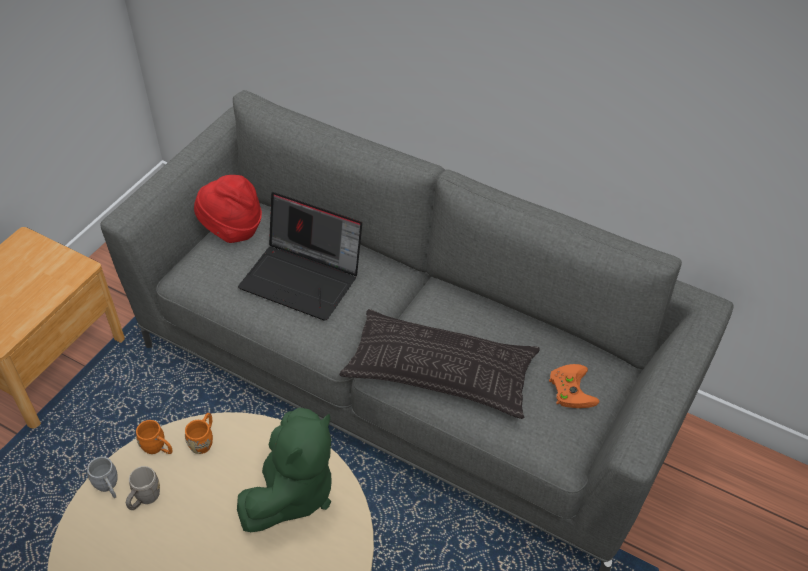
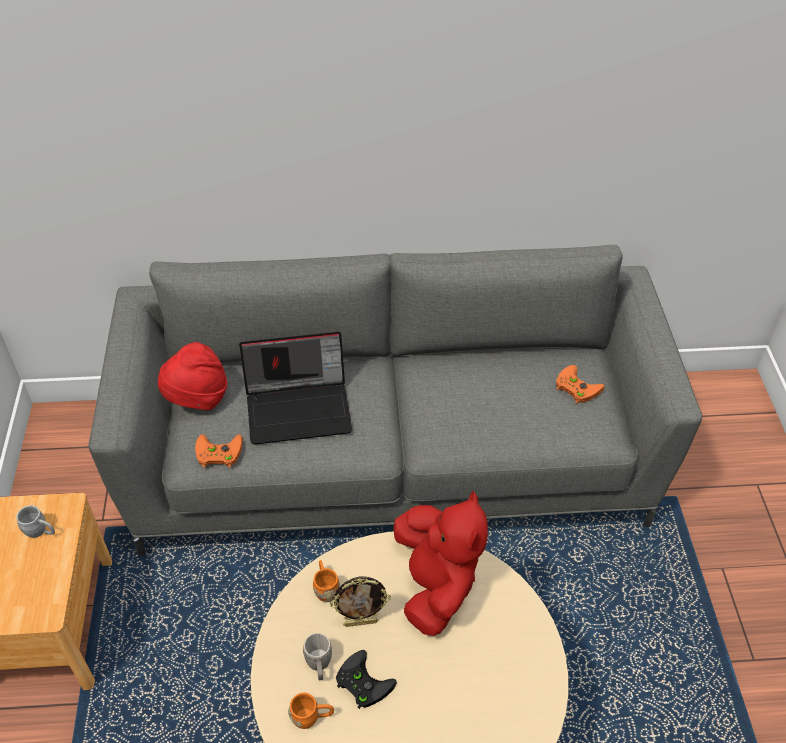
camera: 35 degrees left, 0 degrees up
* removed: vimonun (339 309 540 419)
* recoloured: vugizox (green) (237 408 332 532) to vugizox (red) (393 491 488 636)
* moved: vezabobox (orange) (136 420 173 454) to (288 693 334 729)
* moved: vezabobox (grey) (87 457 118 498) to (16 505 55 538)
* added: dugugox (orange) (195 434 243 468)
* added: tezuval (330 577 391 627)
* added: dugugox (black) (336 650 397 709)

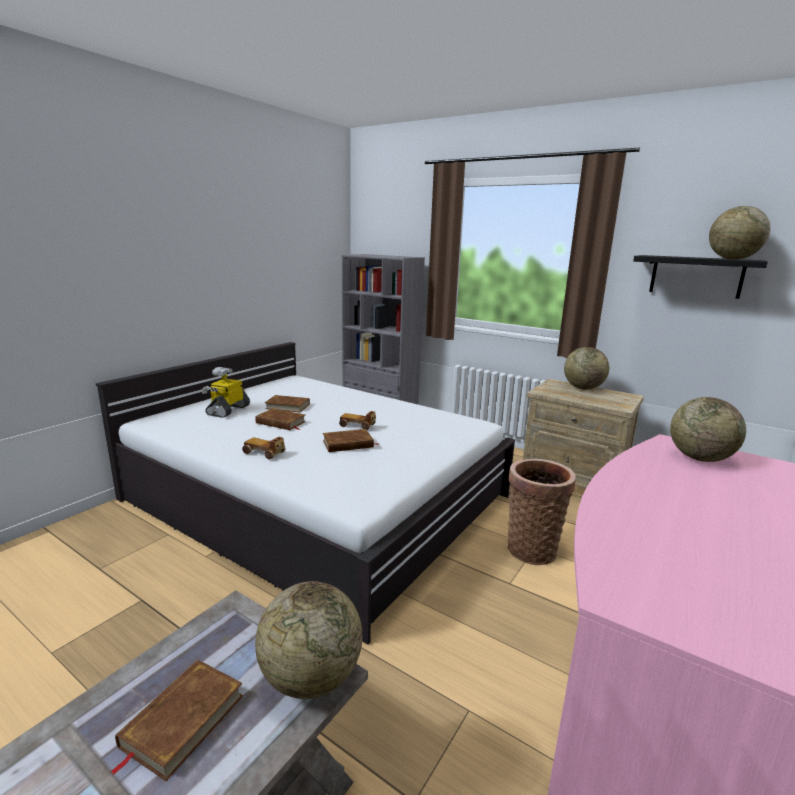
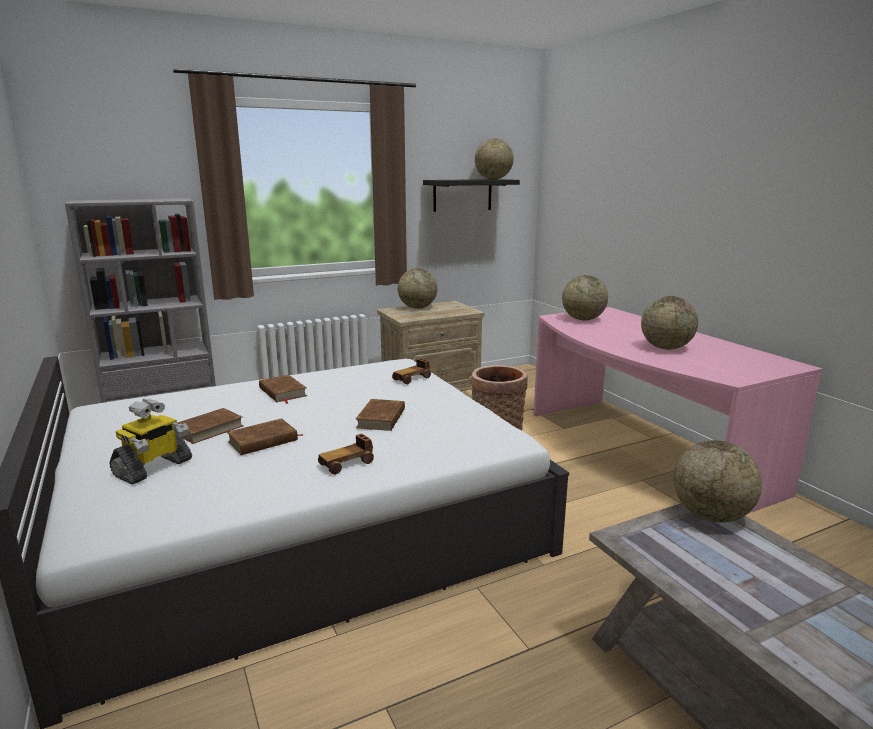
camera: 60 degrees left, 0 degrees up
* turned: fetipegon (201 367 250 418) = (109 399 192 485) 105 degrees counterclockwise
* moved: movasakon (339 411 376 430) to (392 358 431 385)
* moved: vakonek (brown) (110 660 243 781) to (259 375 307 404)
* added: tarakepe (641 296 698 350)

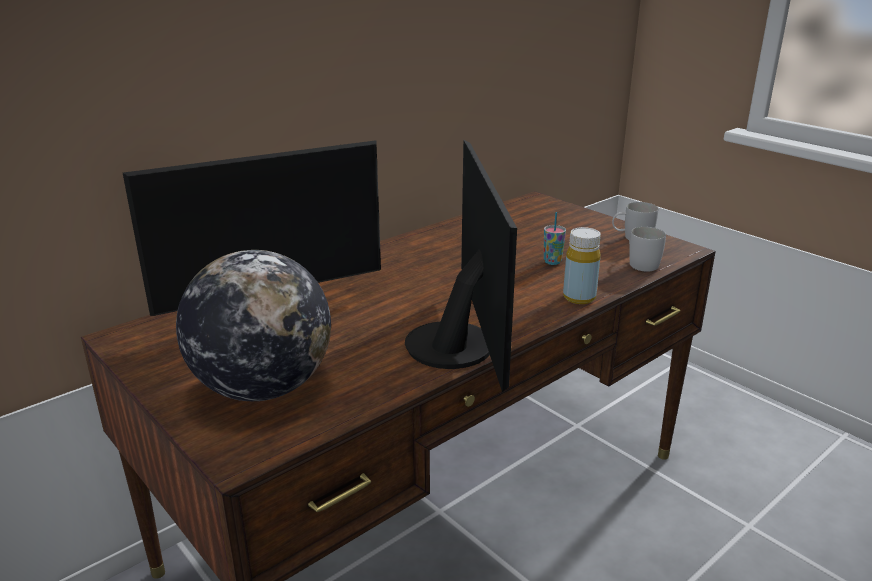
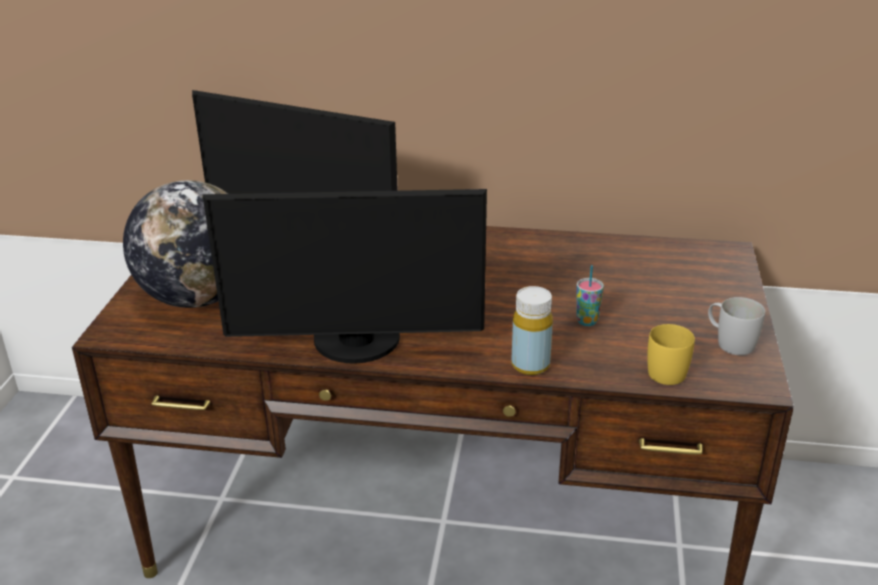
camera: 50 degrees right, 5 degrees up
* turned: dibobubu (405 140 517 392) = (202 189 487 364) 45 degrees clockwise
* recoloured: vezabobox (white) (629 227 666 272) to vezabobox (yellow) (647 324 695 385)

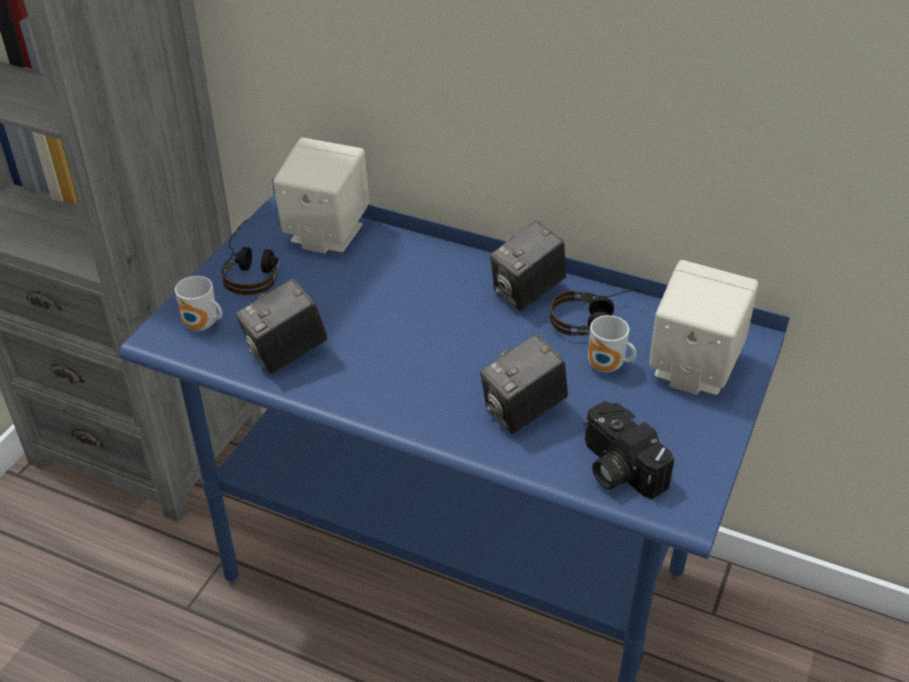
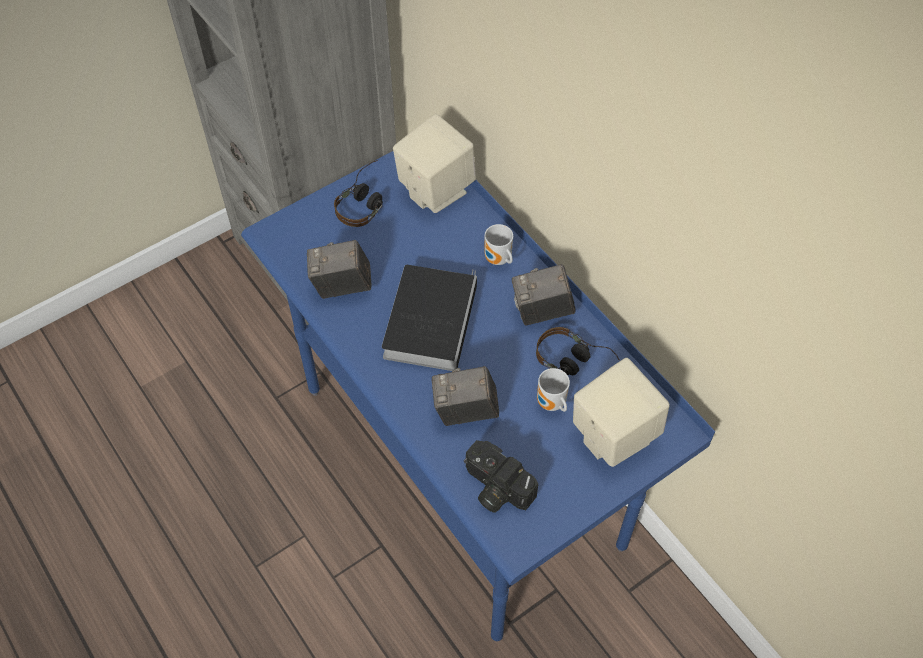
camera: 30 degrees right, 15 degrees up
* moved: vezabobox (175 276 222 331) to (485 224 513 265)
* turned: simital (583 401 674 499) = (464 440 538 513) 45 degrees counterclockwise
* added: vakonek (382 265 477 371)

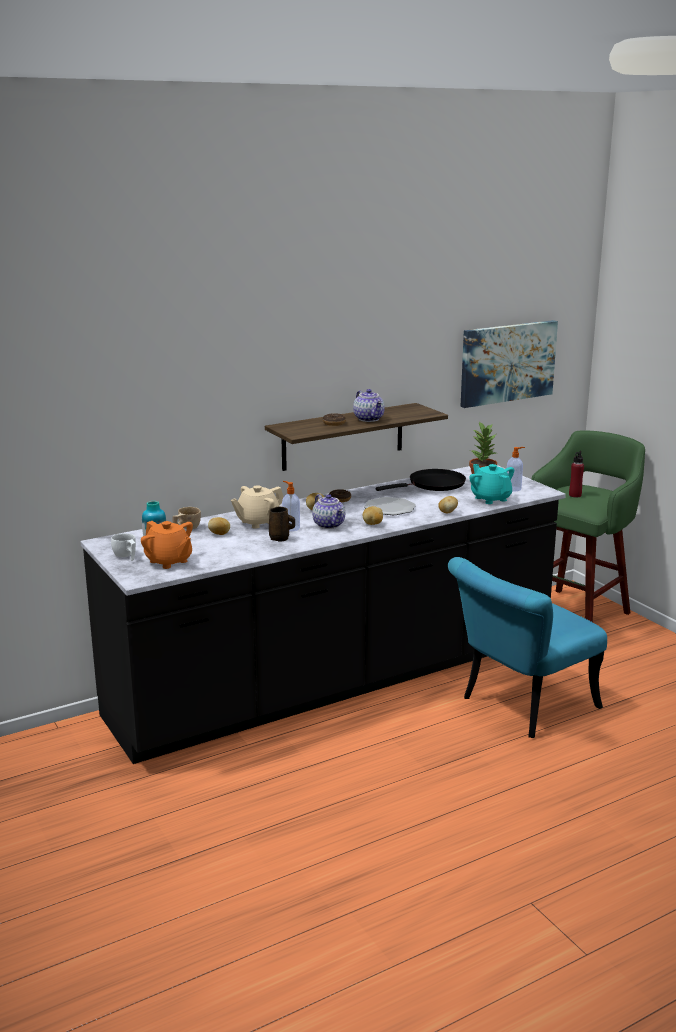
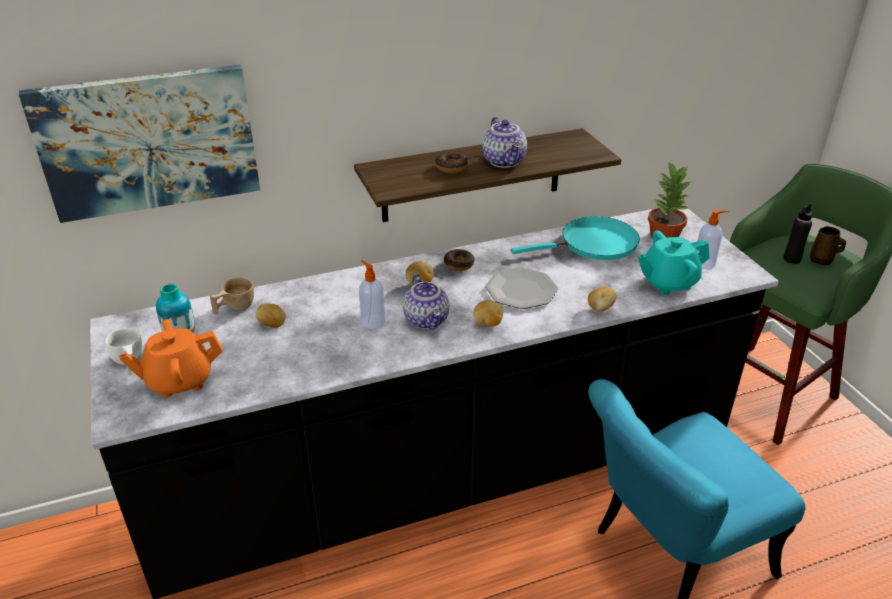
camera: 10 degrees right, 15 degrees up
* moved: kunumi (460 320 558 408) to (19 65 260 223)
* recoloured: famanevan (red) (569 451 584 497) to famanevan (black) (783 203 812 264)
* turned: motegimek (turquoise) (469 464 514 504) = (638 230 709 295) 90 degrees counterclockwise
* recoloured: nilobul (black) (376 469 466 491) to nilobul (turquoise) (511 216 640 260)
* removed: motegimek (beige) (231 485 284 529)
* moved: vezabobox (brown) (269 507 295 542) to (810 226 846 266)
* turned: motegimek (orange) (141 521 193 569) = (119 319 223 398) 105 degrees clockwise

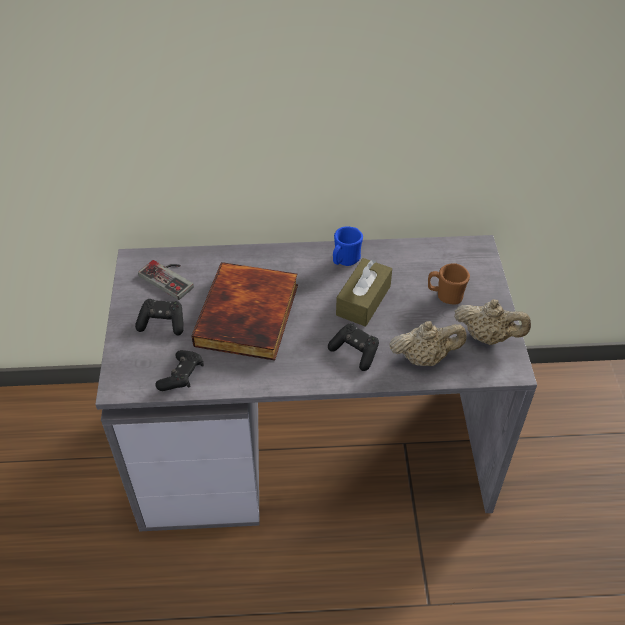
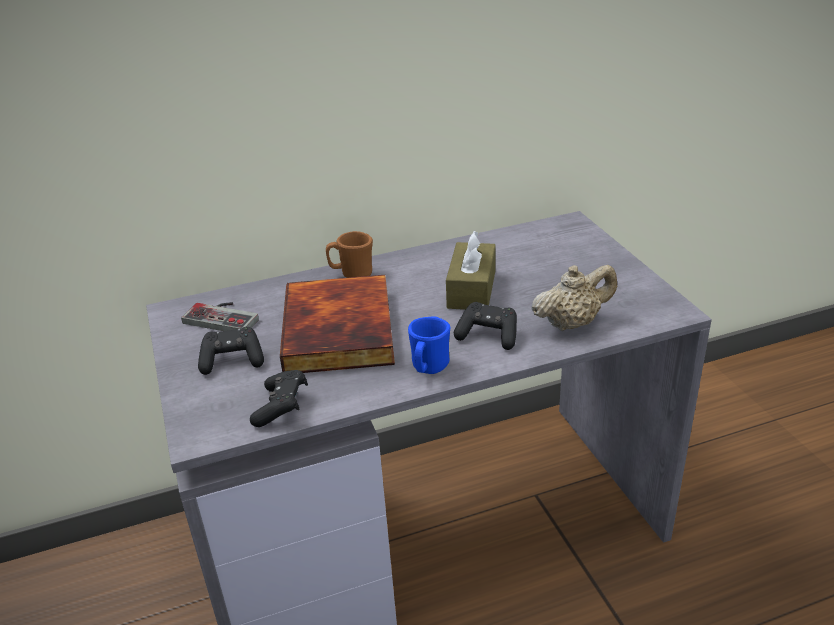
camera: 15 degrees left, 15 degrees down
* moved: vezabobox (blue) (333 227 363 266) to (408 316 451 374)
* moved: vezabobox (brown) (428 263 470 305) to (326 231 373 278)
* removed: motegimek (beige) (455 299 531 345)

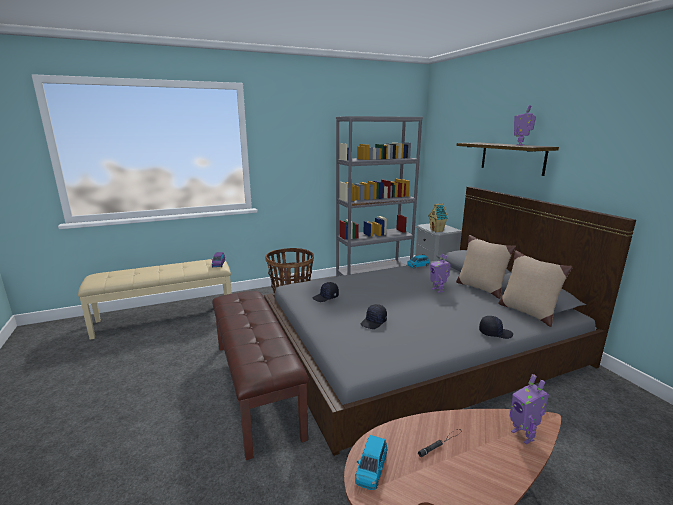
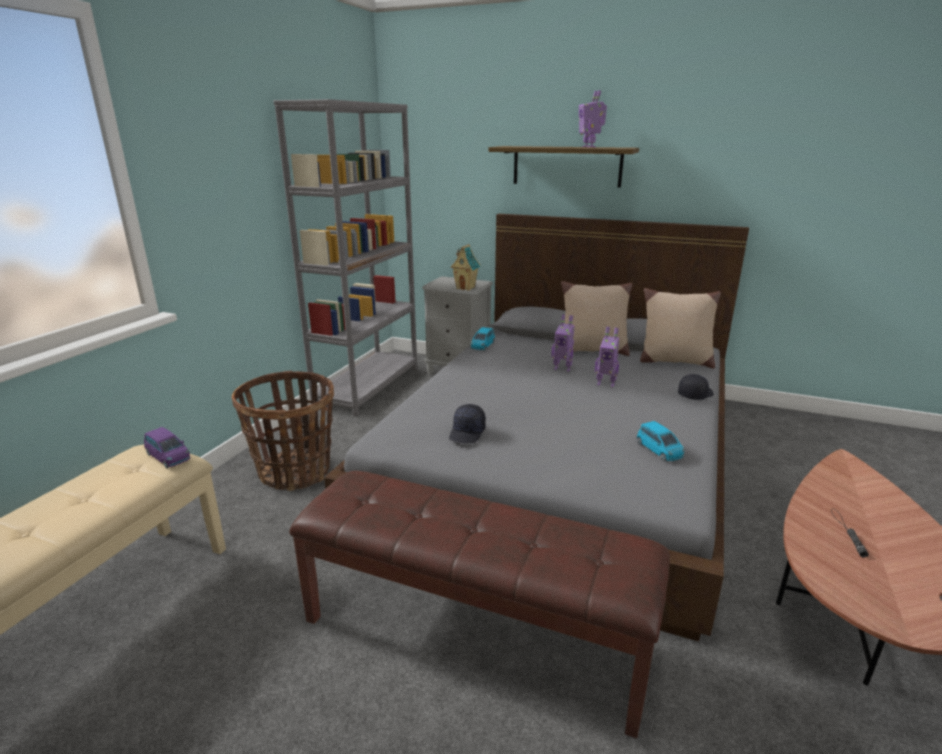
camera: 45 degrees left, 5 degrees up
* removed: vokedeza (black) (361 304 387 329)
* moved: fetipegon (510 374 549 444) to (595 327 619 387)
* moved: movasakon (blue) (355 435 387 490) to (637 421 685 461)

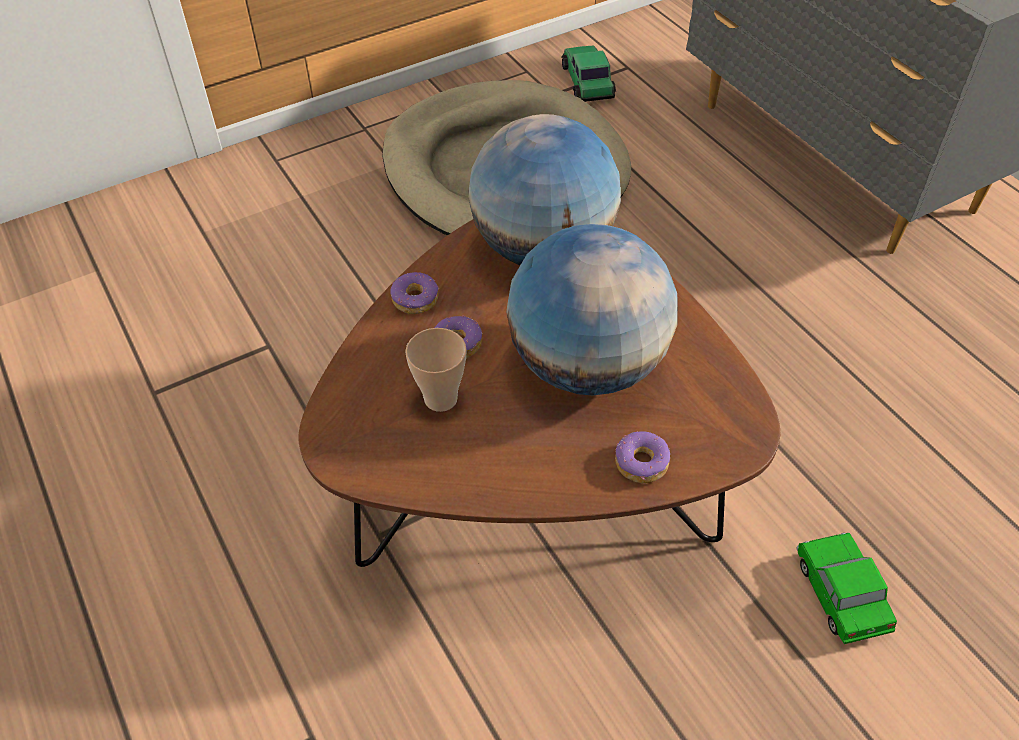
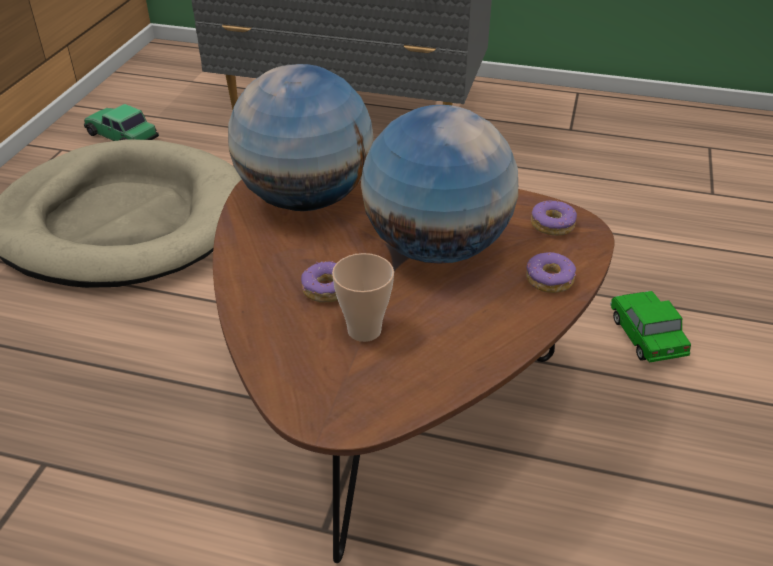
camera: 45 degrees left, 10 degrees down
* moved: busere (390 272 439 314) to (531 201 577 236)
* turned: movasakon (796 533 897 644) = (610 291 691 363) 45 degrees clockwise

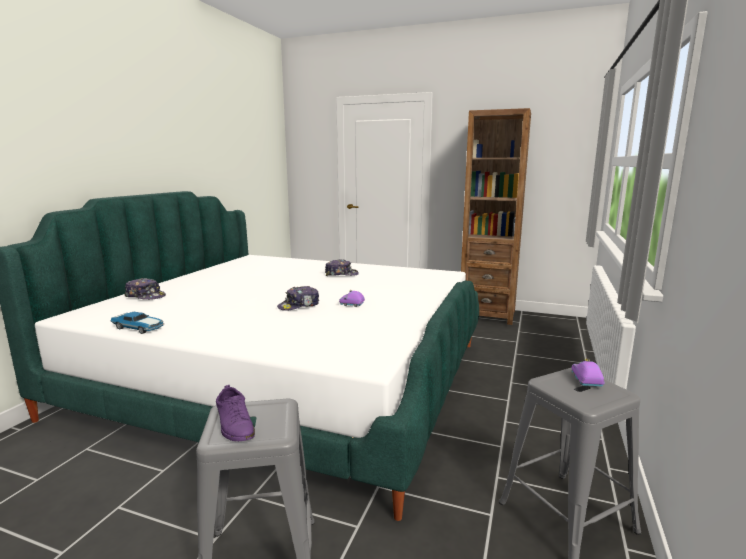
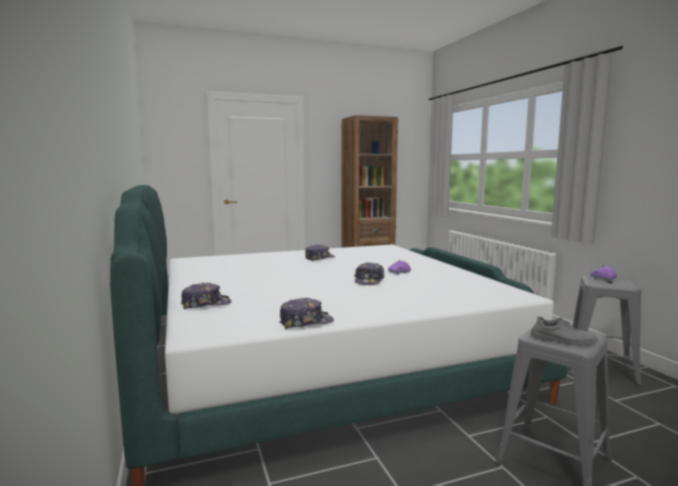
camera: 40 degrees left, 5 degrees down
* replaced: movasakon (111 312 164 334) to vokedeza (279 298 334 329)
* recoloured: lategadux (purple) (216 385 255 441) to lategadux (grey) (530 316 598 346)

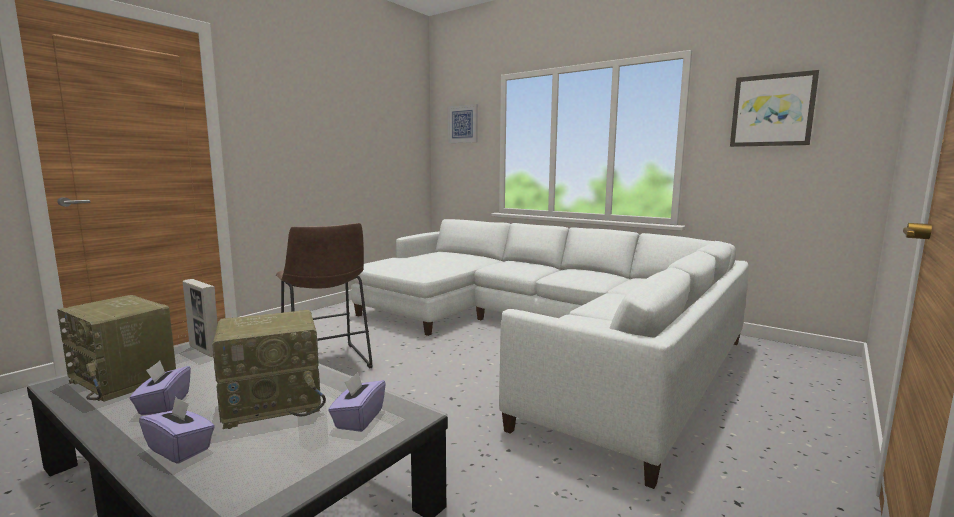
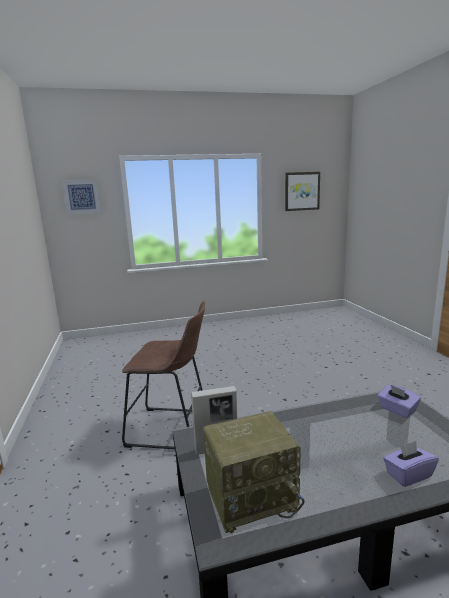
camera: 50 degrees left, 5 degrees up
* removed: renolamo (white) (350 219 749 489)
* removed: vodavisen (212 310 326 429)
* removed: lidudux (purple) (130 361 191 415)

